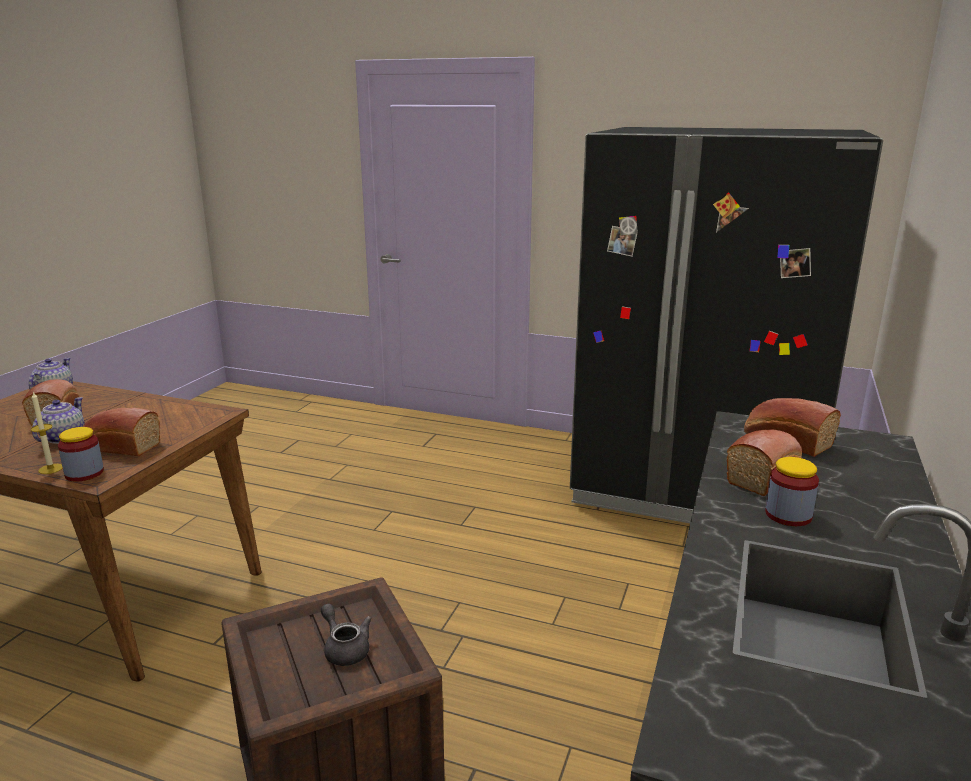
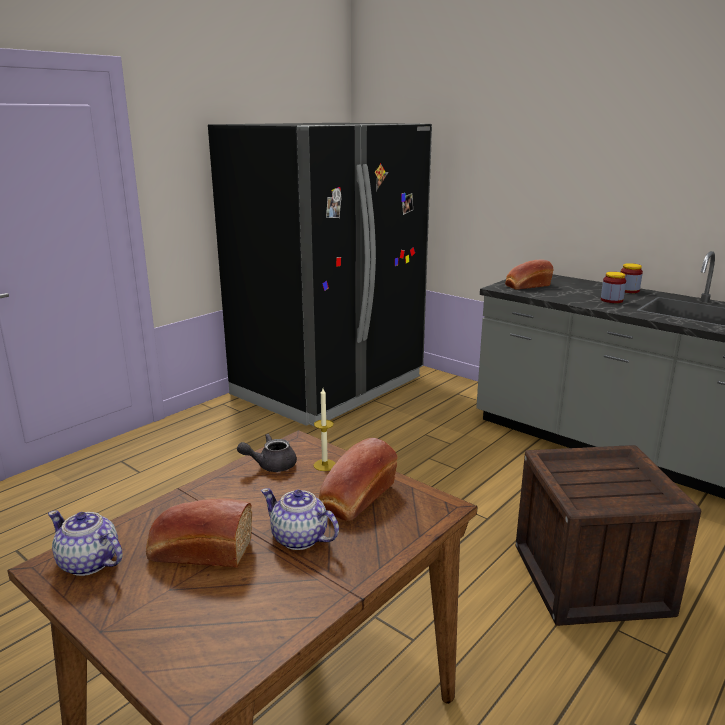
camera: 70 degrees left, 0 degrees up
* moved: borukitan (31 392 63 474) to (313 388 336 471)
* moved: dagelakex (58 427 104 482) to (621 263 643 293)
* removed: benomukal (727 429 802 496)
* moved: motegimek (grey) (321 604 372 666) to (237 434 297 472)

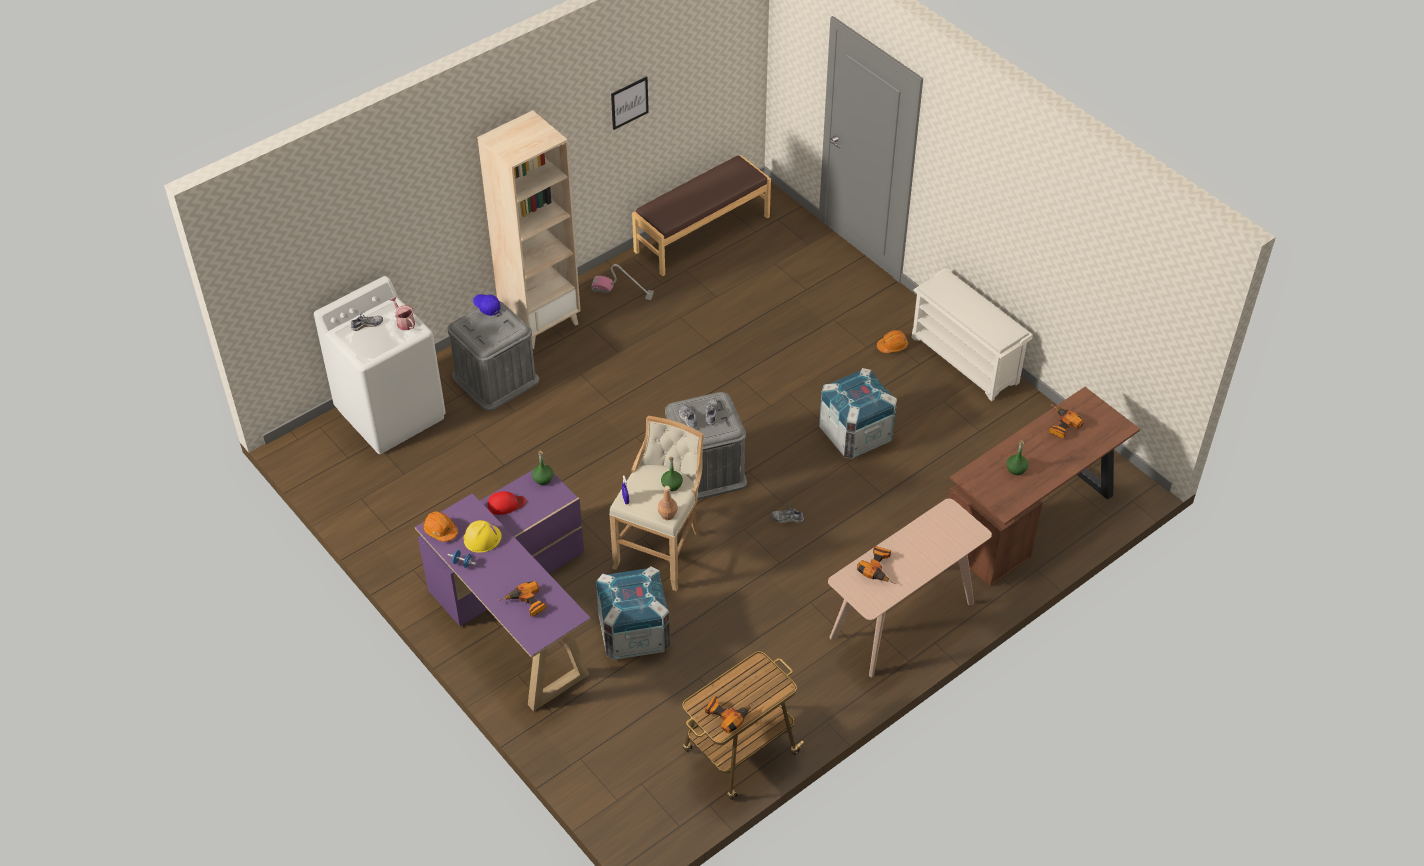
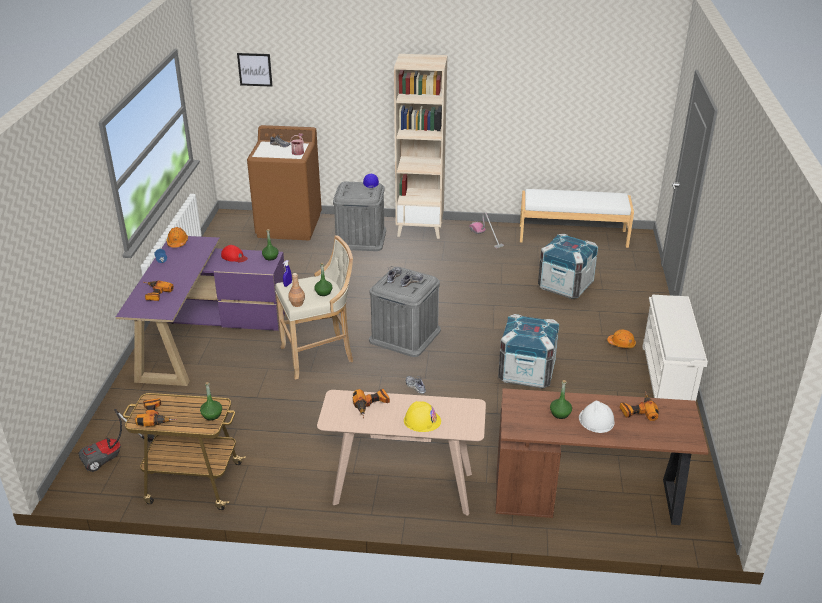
camera: 45 degrees right, 15 degrees down
* moved: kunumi (611 76 649 130) to (237 53 272 87)
* recoloured: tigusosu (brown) (632 155 771 276) to tigusosu (white) (520 189 634 248)
* recoloured: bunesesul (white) (314 276 446 454) to bunesesul (brown) (247 125 322 240)
* moved: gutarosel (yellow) (464 520 502 553) to (404 401 441 432)
* moved: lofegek (596 566 670 660) to (538 234 598 299)
* added: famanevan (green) (200 382 222 420)
* added: gutarosel (white) (579 400 615 433)
* added: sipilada (78 409 154 472)

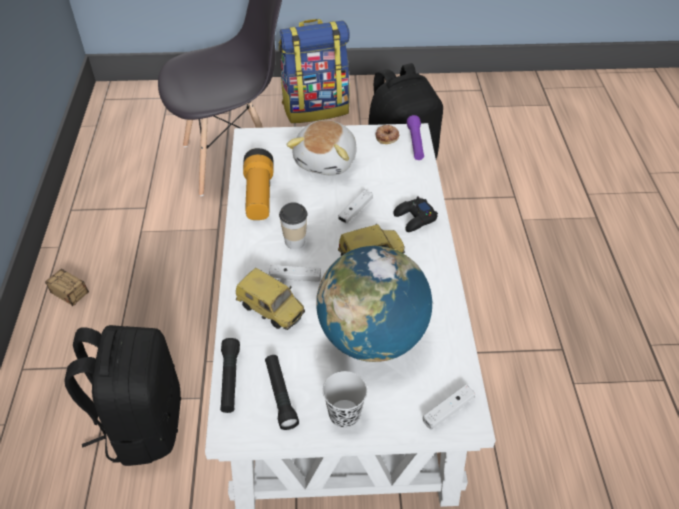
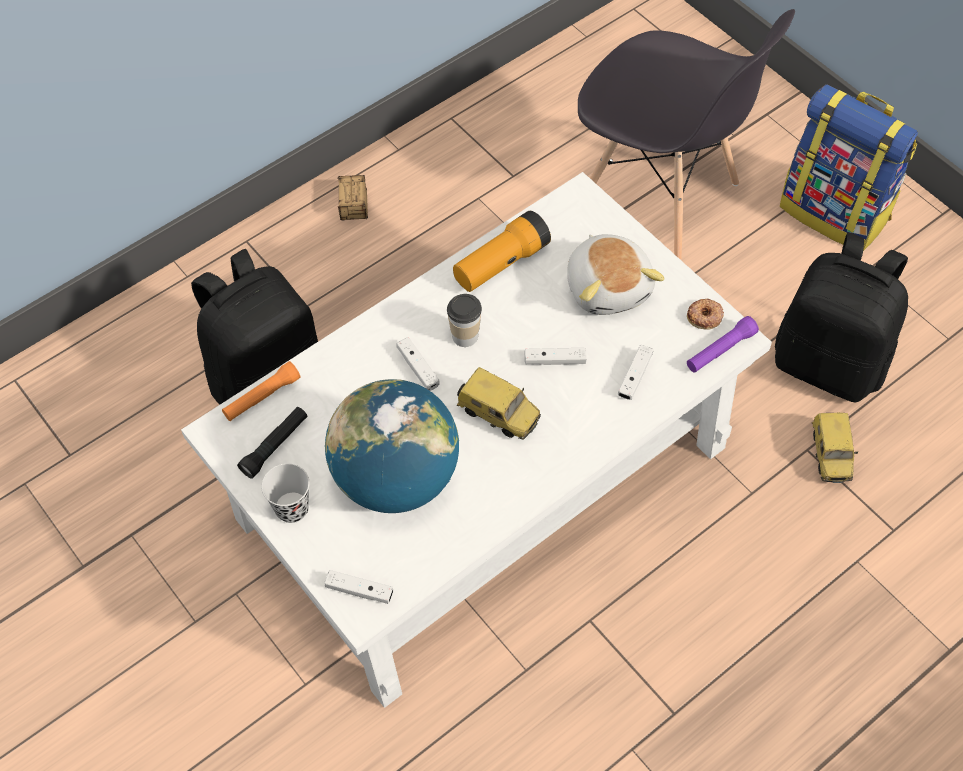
camera: 55 degrees right, 10 degrees up
* turned: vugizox (286 120 357 176) = (567 234 665 315) 90 degrees counterclockwise
* removed: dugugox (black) (393 196 438 232)
* moved: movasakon (236 268 305 330) to (812 413 858 483)
* recoloured: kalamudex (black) (220 338 240 413) to kalamudex (orange) (222 361 301 421)
* added: dugugox (white) (618 345 653 400)

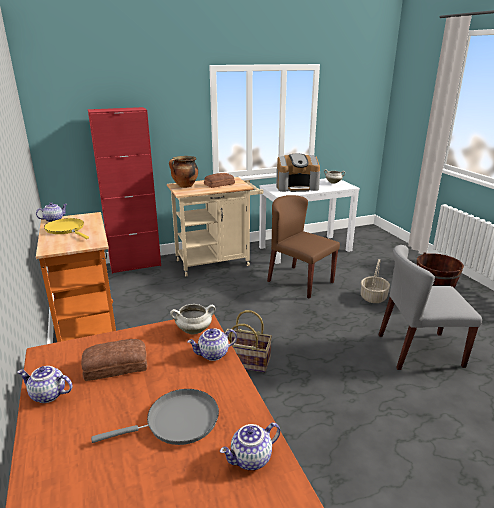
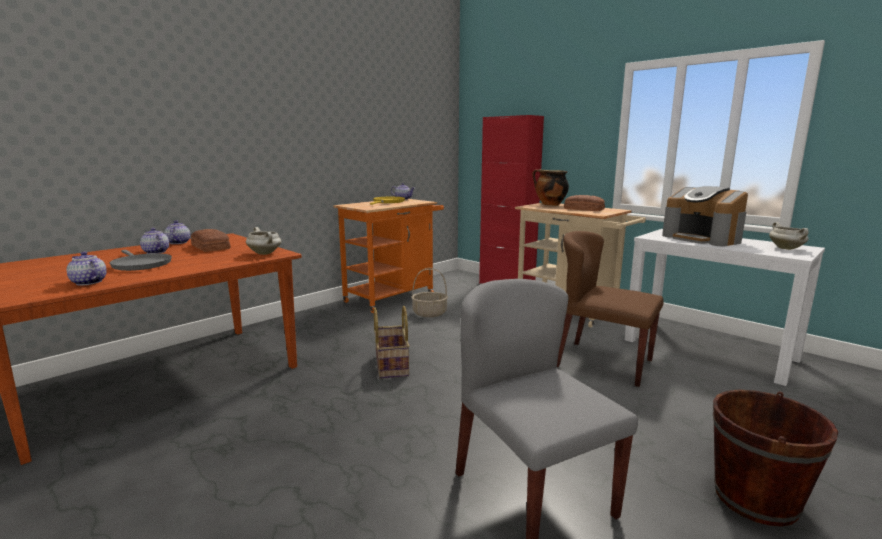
camera: 65 degrees right, 10 degrees down
* turned: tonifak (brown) (267 195 340 298) = (557 231 663 387) 75 degrees counterclockwise
* moved: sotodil (361 259 390 303) to (411 268 448 317)
* moved: motegimek (187 328 237 361) to (140 228 169 254)

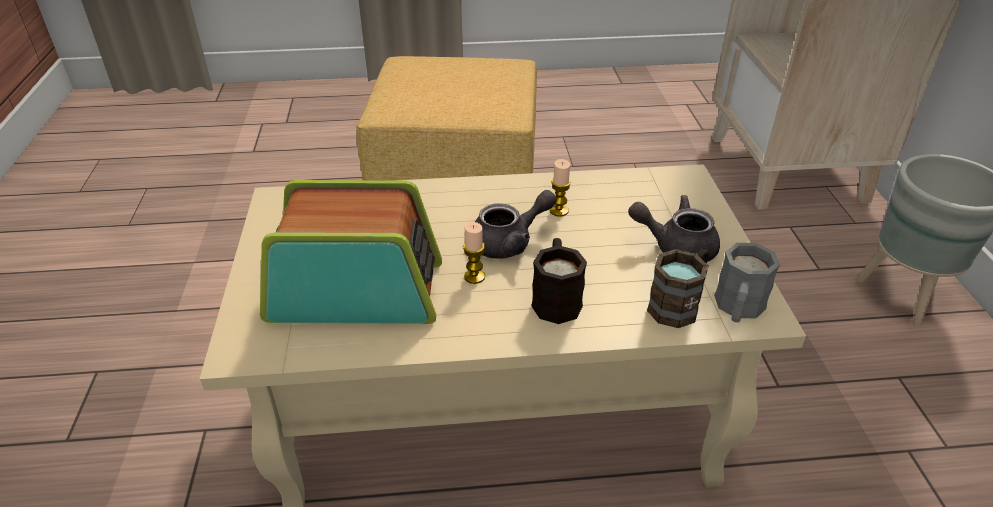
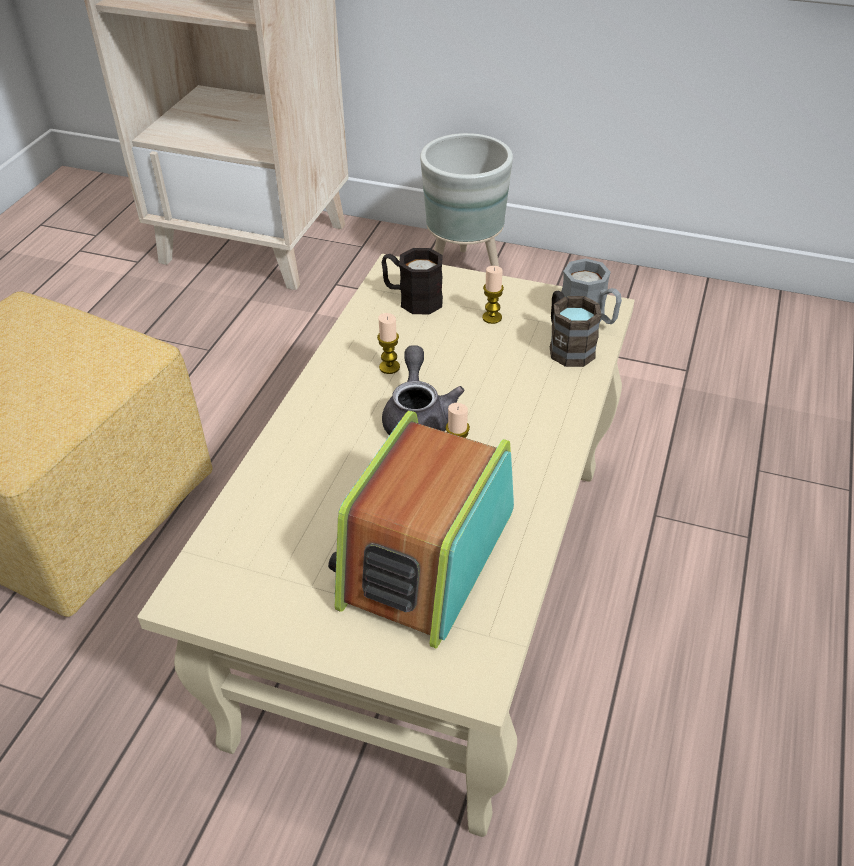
camera: 65 degrees left, 5 degrees up
* replaced: motegimek (grey) (628 195 720 262) to borukitan (482 266 504 324)
* moved: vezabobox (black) (531 238 587 324) to (381 248 443 314)

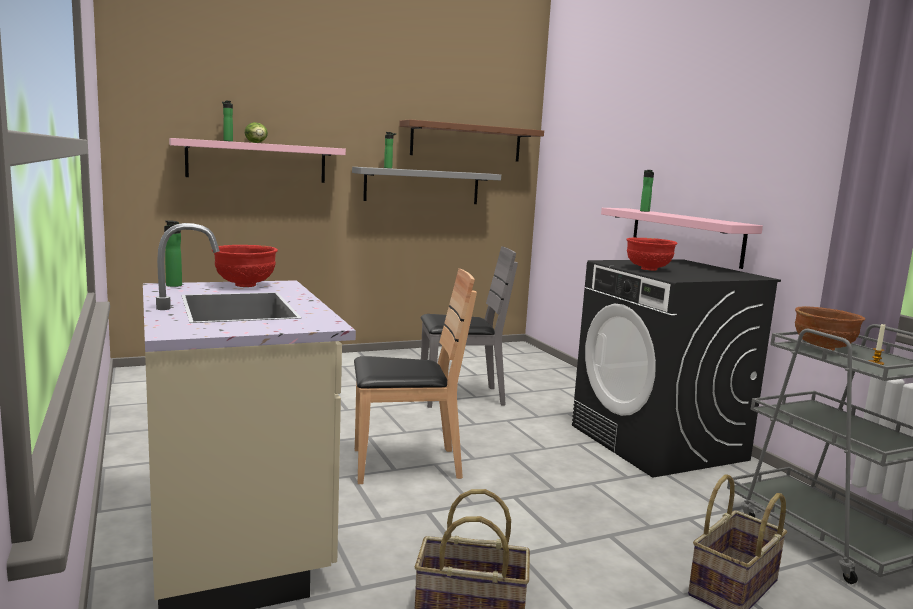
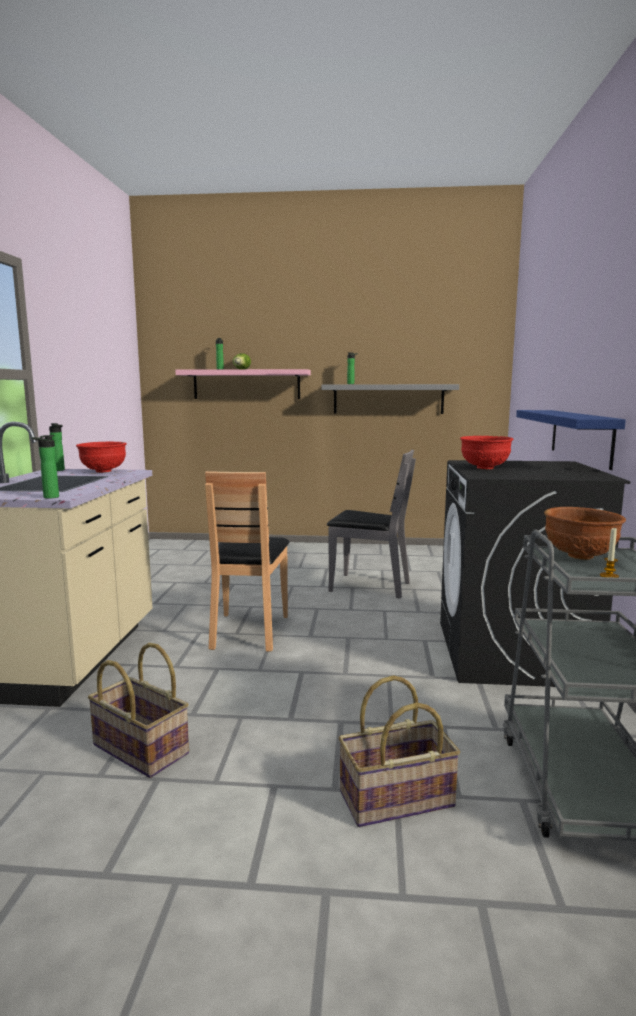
camera: 30 degrees right, 0 degrees up
* removed: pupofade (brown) (399 119 544 162)
* moved: famanevan (640 170 654 212) to (31 435 59 499)
* recoloured: pupofade (pink) (601 208 763 269) to pupofade (blue) (516 410 626 470)
* turned: tonifak (brown) (354 268 477 484) = (205 471 289 652) 75 degrees clockwise

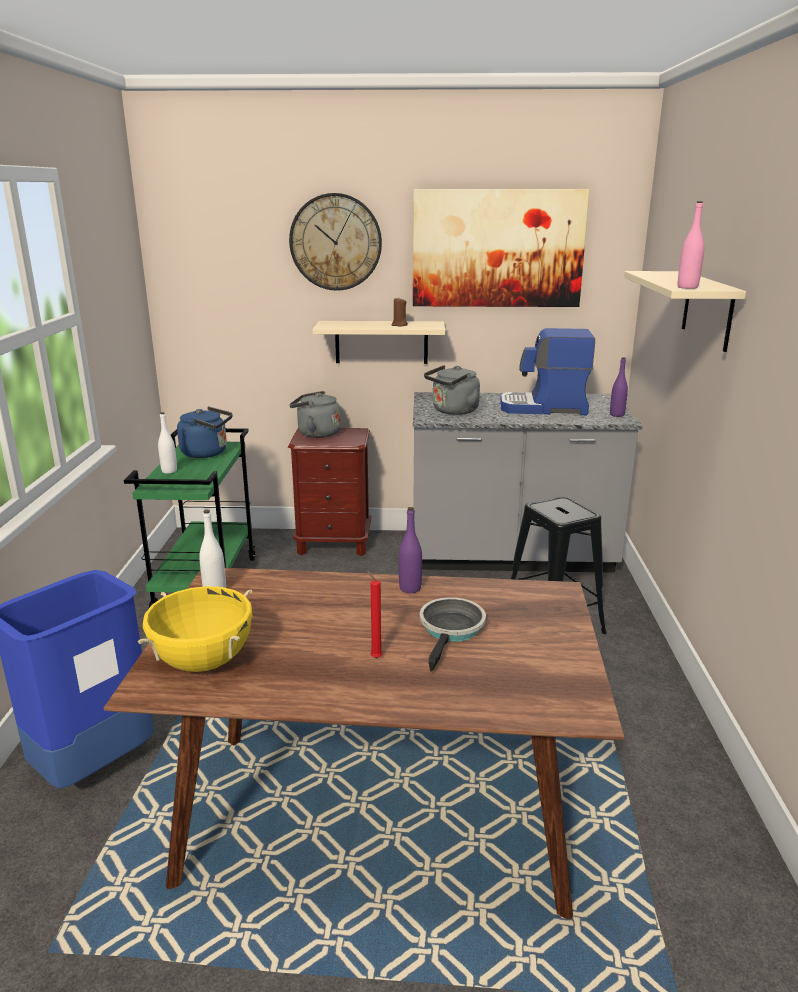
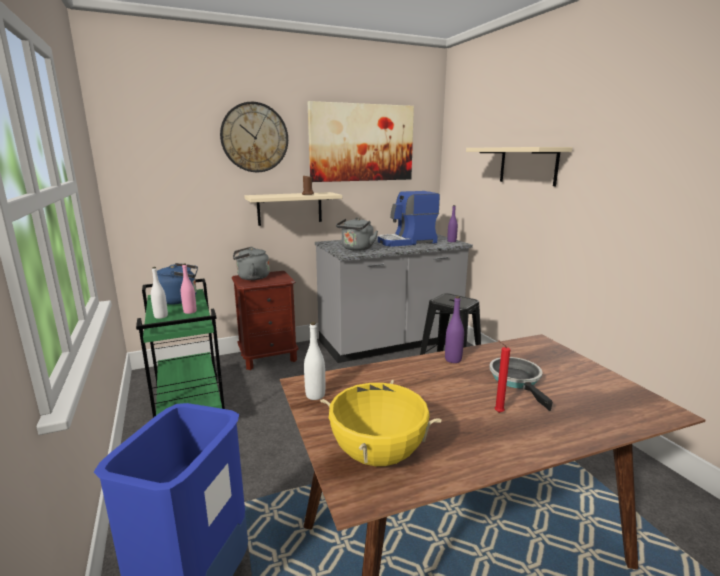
camera: 25 degrees left, 5 degrees down
* moved: famanevan (pink) (678 201 704 289) to (181 263 196 314)

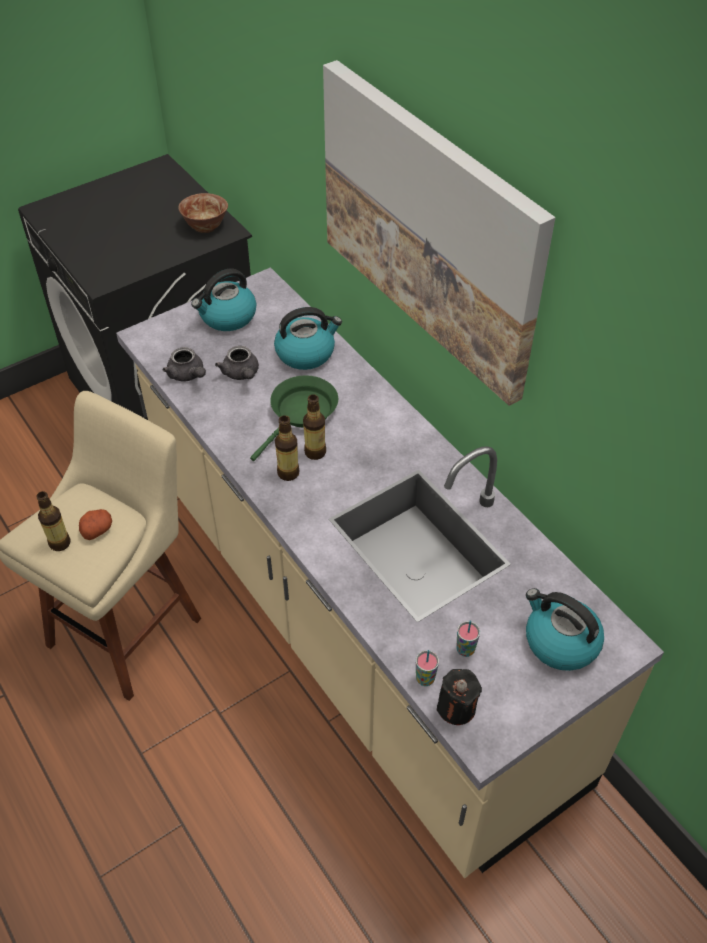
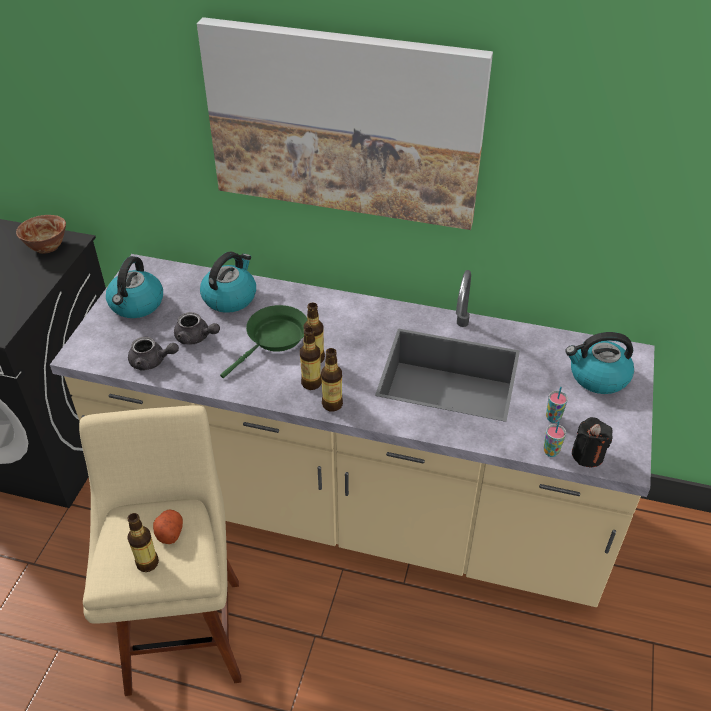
camera: 40 degrees left, 5 degrees down
* turned: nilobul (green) (250 375 338 461) = (220 305 307 378) 45 degrees clockwise
* added: famanevan (321 348 343 412)

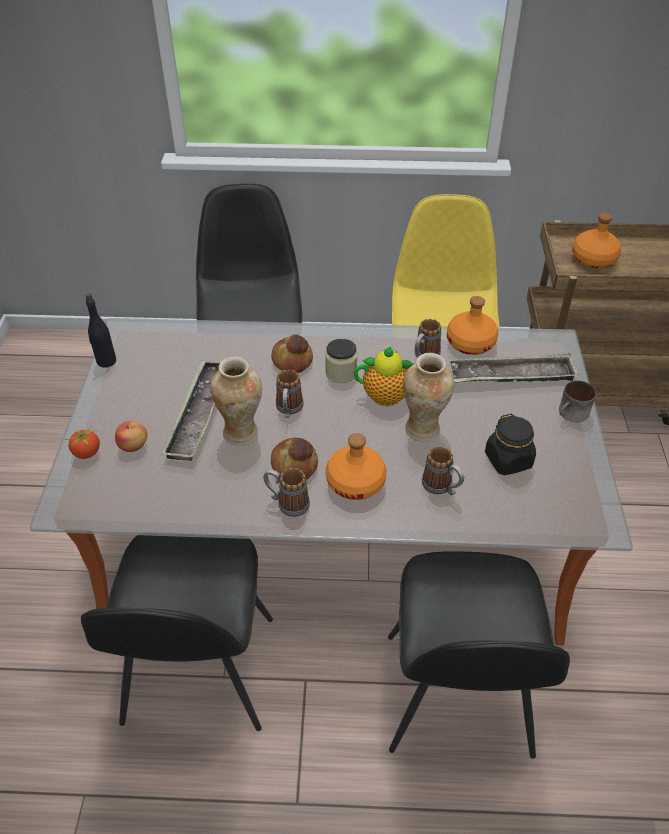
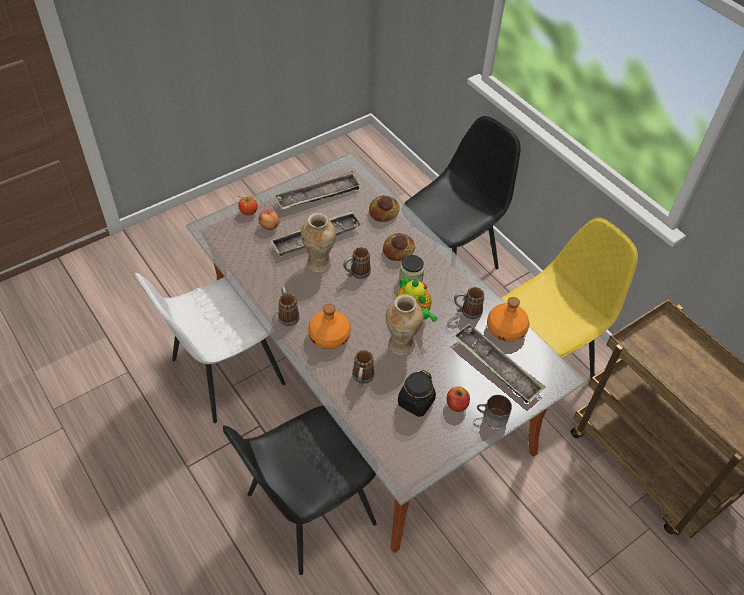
camera: 50 degrees right, 5 degrees up
* removed: famanevan (orange) (572 213 621 268)
* removed: famanevan (black) (85 293 116 368)
* moved: benomukal (271 438 318 480) to (369 195 400 222)
* recoloured: tonifak (black) (81 535 273 731) to tonifak (white) (135 272 286 423)
* added: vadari (274 171 362 210)
* added: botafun (447 386 470 412)

